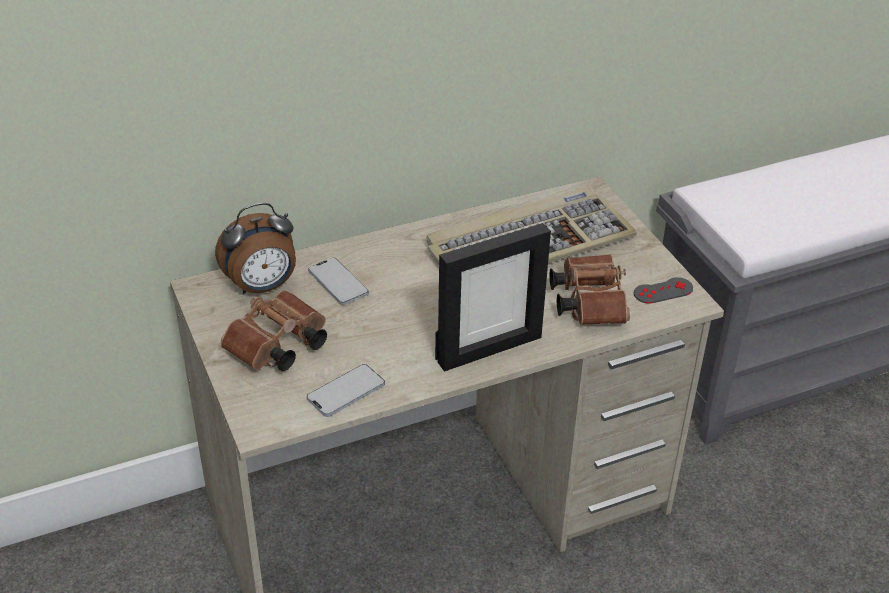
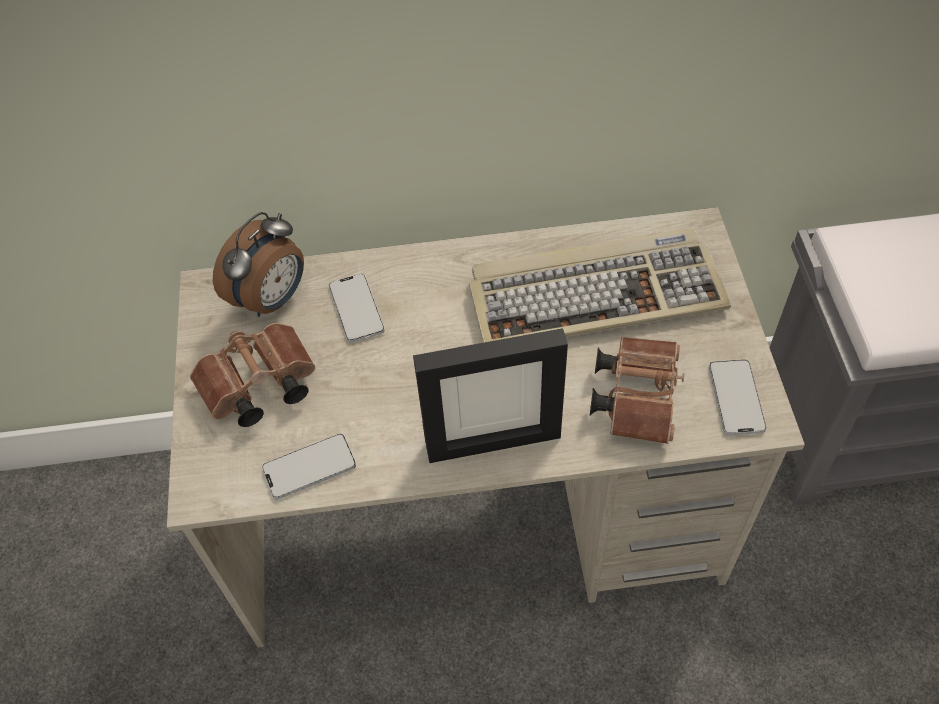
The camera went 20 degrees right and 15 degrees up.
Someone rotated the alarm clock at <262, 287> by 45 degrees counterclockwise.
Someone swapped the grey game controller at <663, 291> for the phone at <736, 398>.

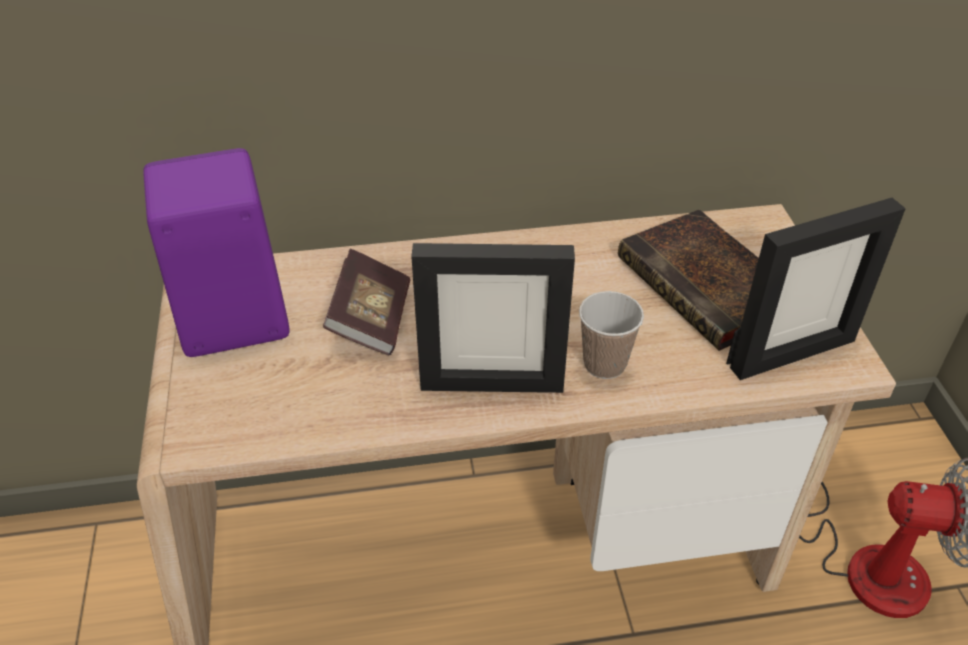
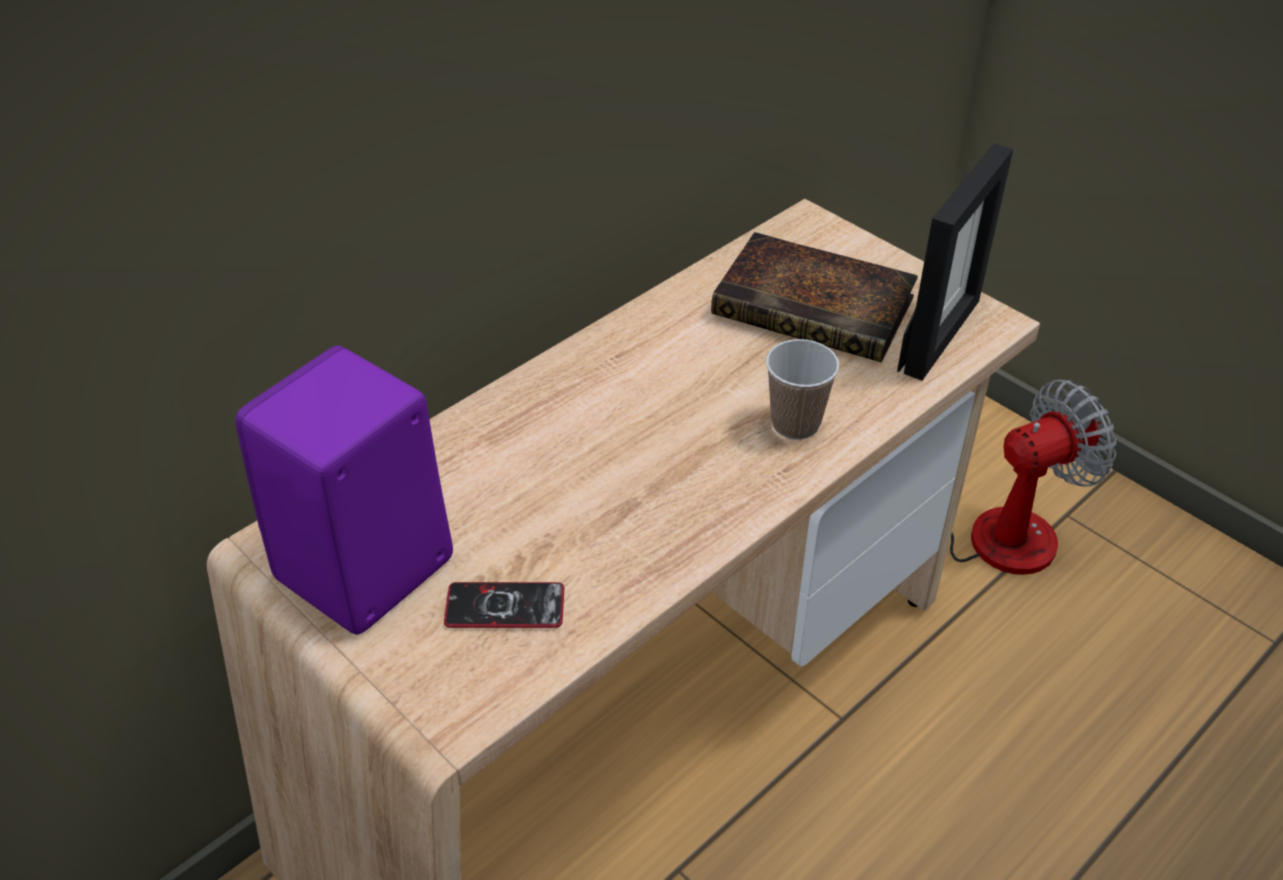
The camera went 35 degrees left and 0 degrees up.
Someone took away the bound book at <371, 319>.
Someone took away the photo frame at <492, 382>.
Someone put down the phone at <505, 607>.

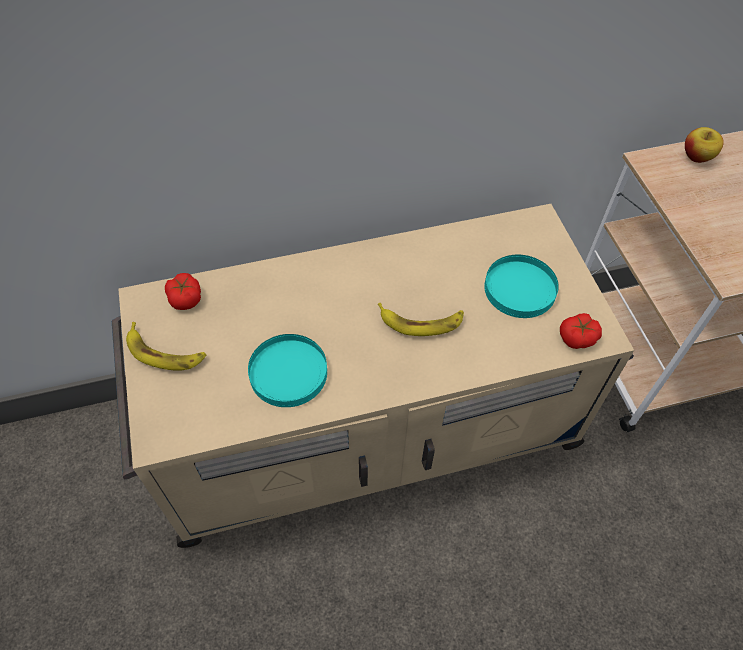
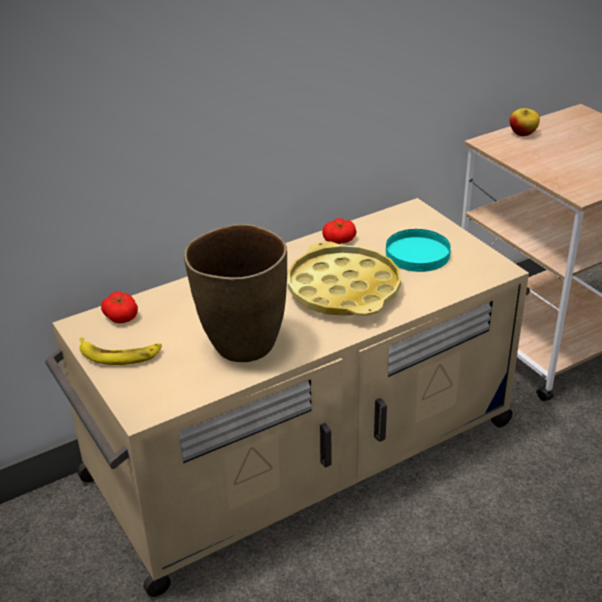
The camera went 15 degrees left and 20 degrees down.
Someone swapped the turquoise flat dish at <288, 373> for the brownish flower vase at <242, 345>.
Someone swapped the banana fruit at <421, 321> for the yellow carrying tray at <343, 290>.
Someone carried the fresh tomato from <577, 337> to <339, 240>.

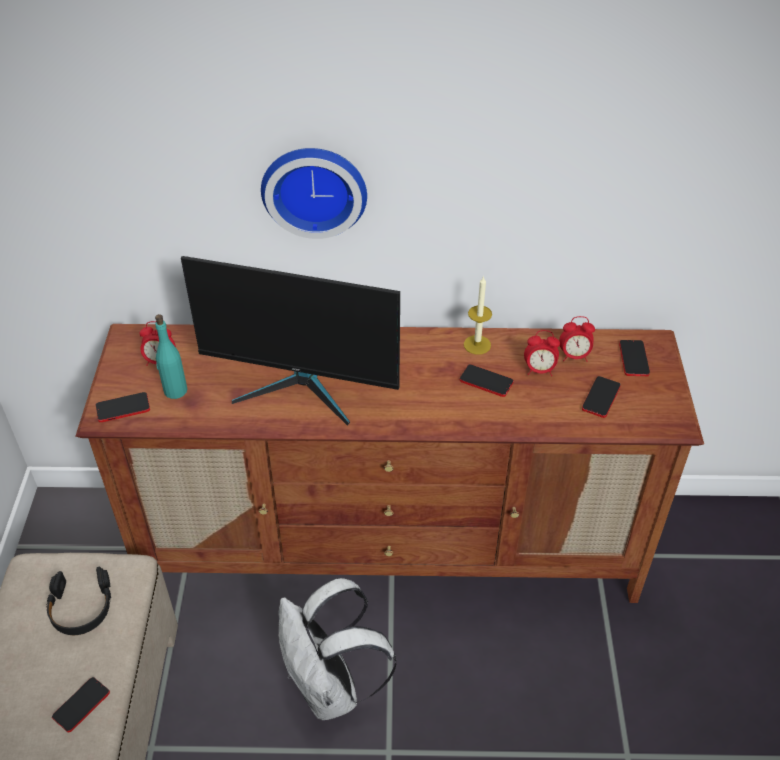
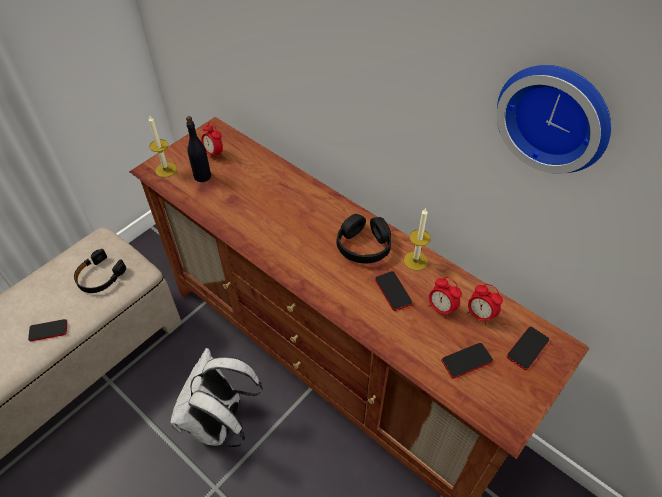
The camera went 40 degrees right and 5 degrees up.
Someone swapped the phone at <123, 408> for the wax light at <166, 170>.
Someone repainted the turquoise bottle at <175, 390>, which became the blackish bottle at <202, 176>.
Someone took away the monitor at <301, 387>.
Someone carried the wall clock from <314, 188> to <555, 116>.
Someone put down the blackish pair of headphones at <364, 245>.

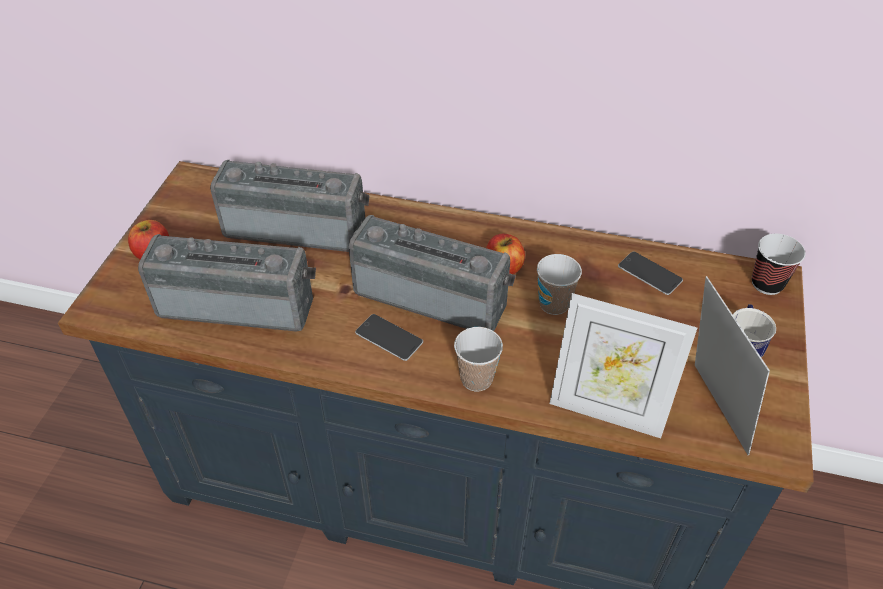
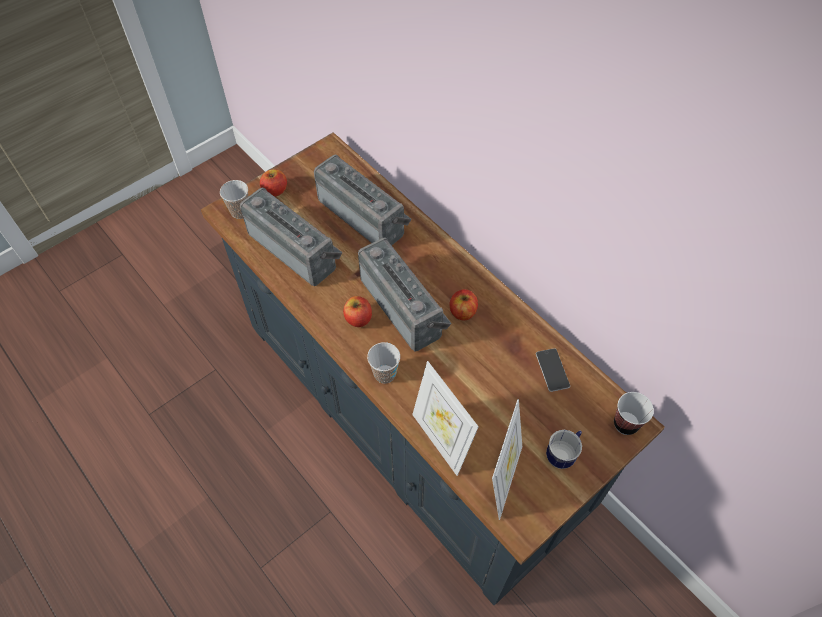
The camera went 35 degrees right and 10 degrees up.
Someone swapped the phone at <389, 337> for the apple at <358, 318>.
Someone carried the cup from <554, 304> to <240, 211>.

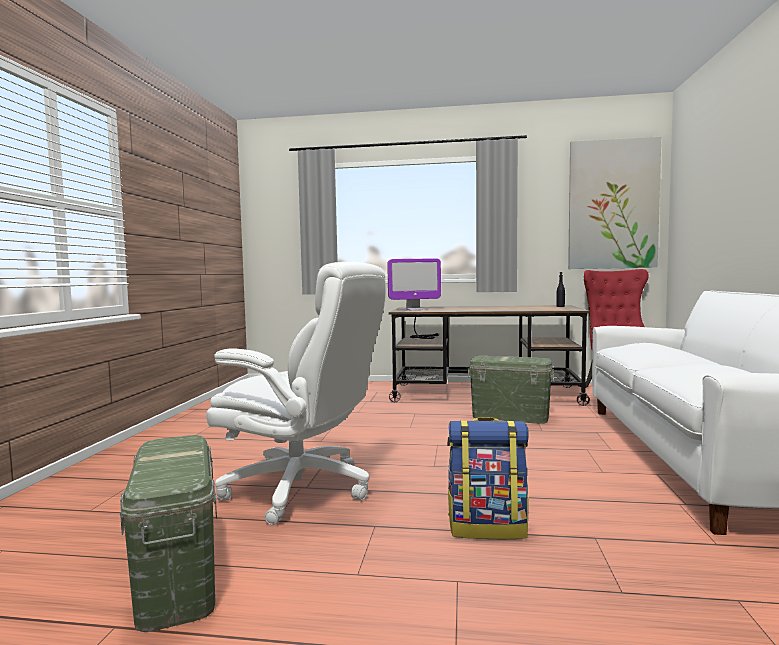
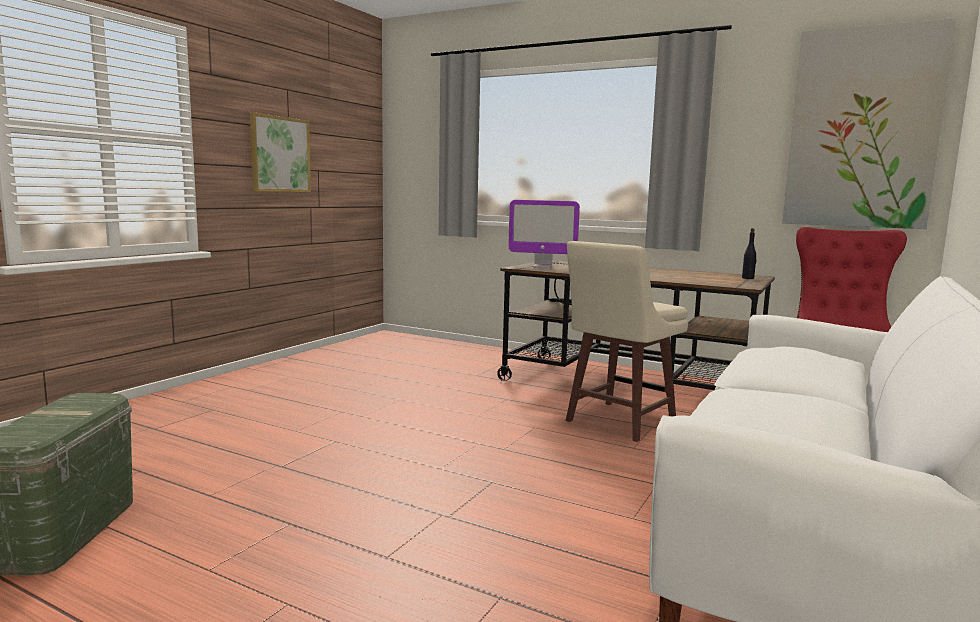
The camera went 20 degrees right and 5 degrees up.
Someone took away the whitish office chair at <304, 492>.
Someone took away the rucksack at <487, 527>.
Someone swapped the green storage container at <510, 416> for the sand-coloured stool seat at <618, 422>.
Someone put up the picture at <280, 154>.

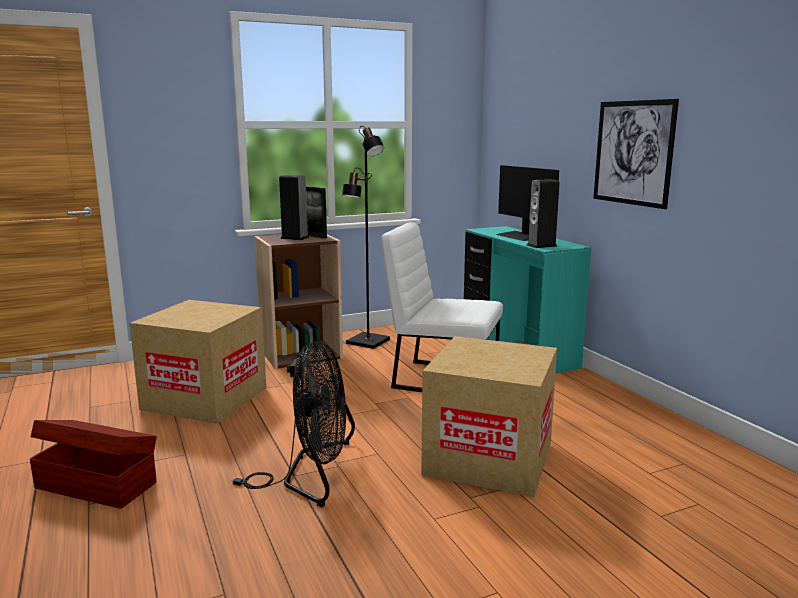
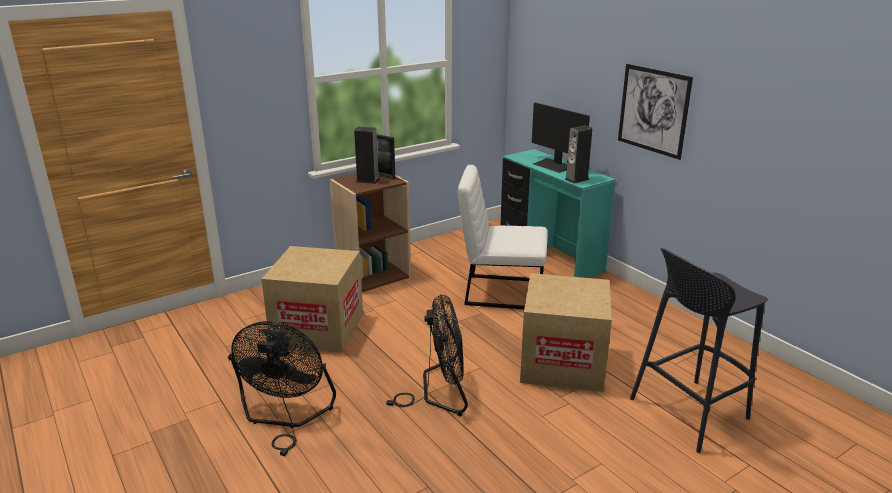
The camera went 10 degrees left and 10 degrees up.
Someone swapped the brownish storage container at <96, 484> for the blackish fan at <282, 416>.
Someone took away the blackish standing lamp at <368, 341>.
Someone put down the grey stool seat at <690, 413>.

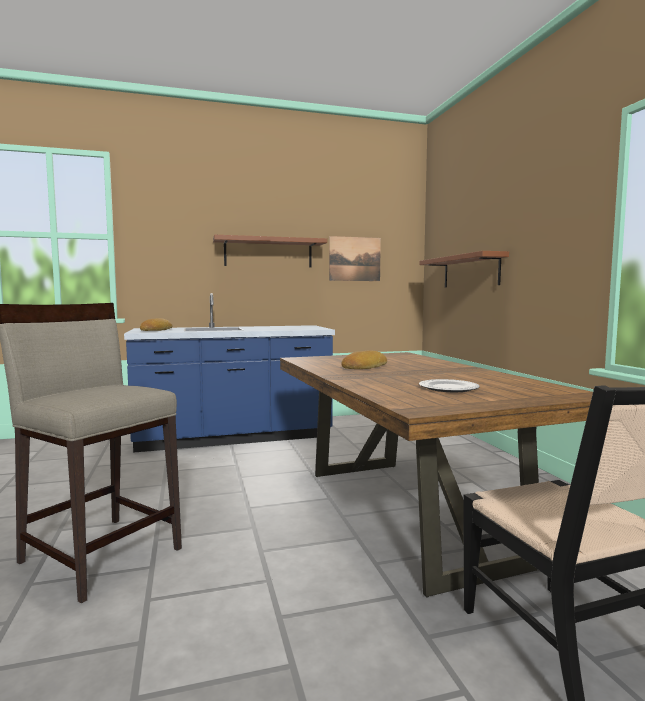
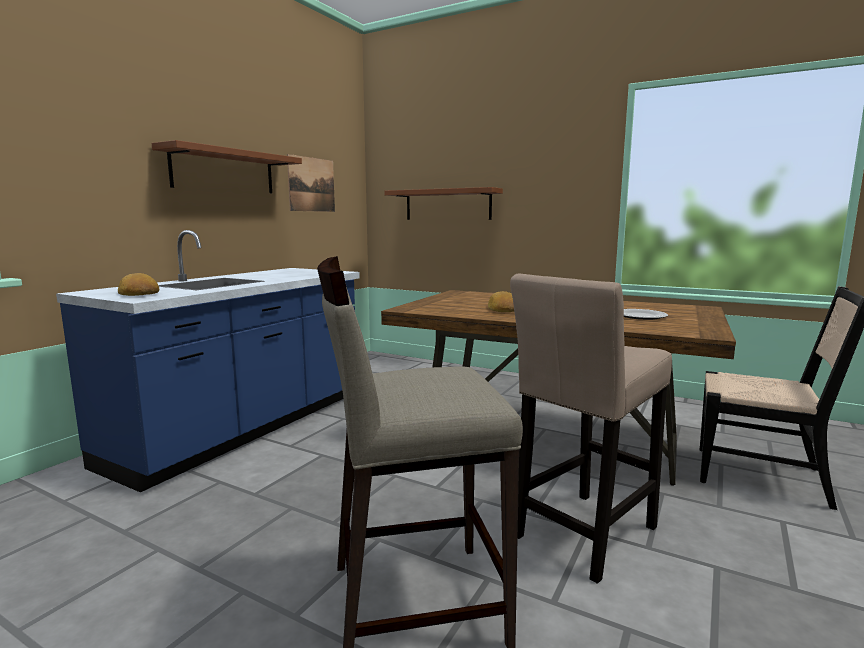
The camera went 45 degrees left and 5 degrees up.
Someone put down the sand-coloured stool seat at <581, 536>.

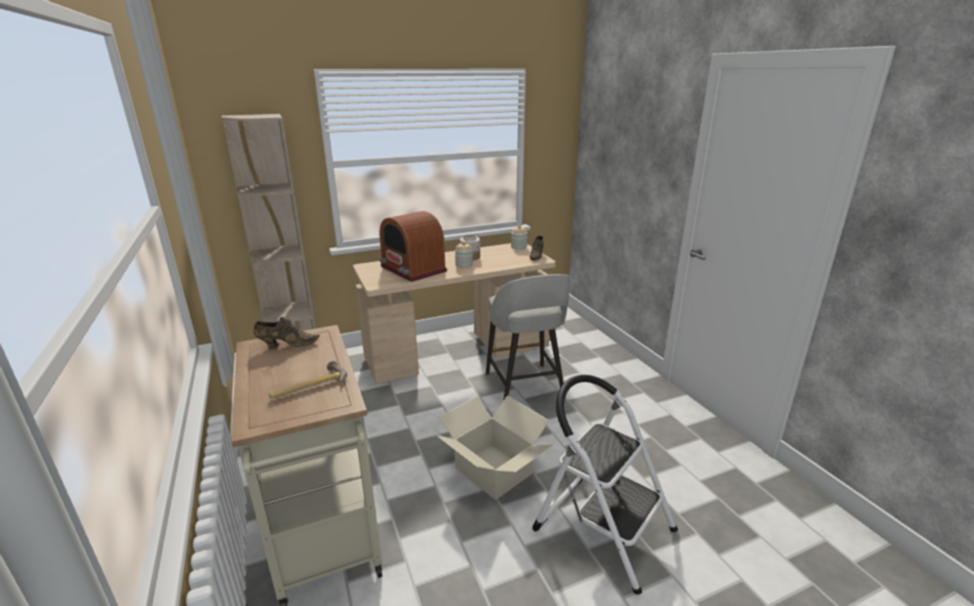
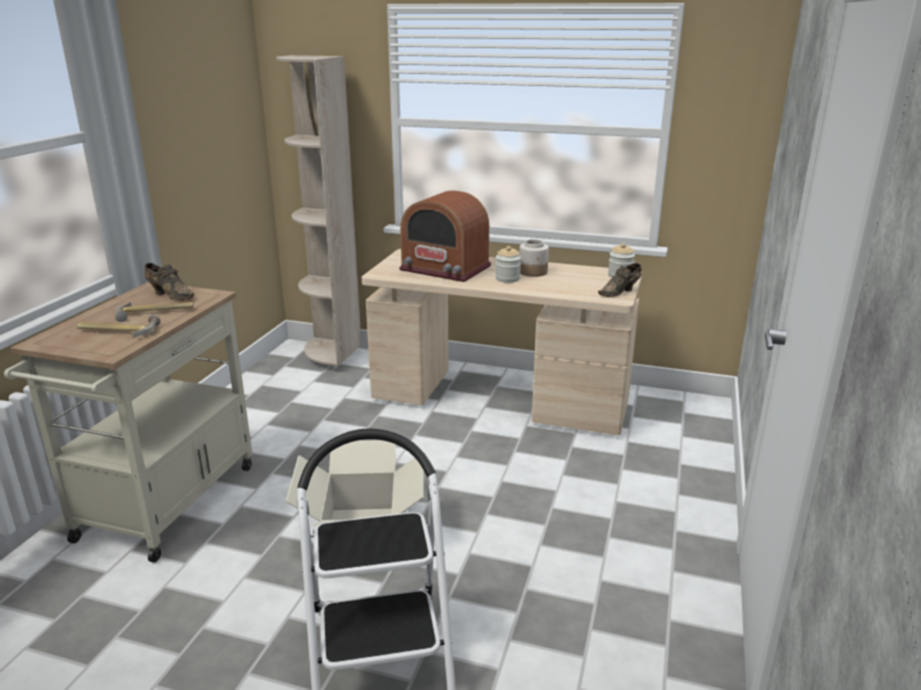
The camera went 40 degrees right and 0 degrees up.
Someone rotated the radio at <413, 269> by 60 degrees counterclockwise.
Someone took away the grey stool seat at <525, 387>.
Someone put down the tool hammer at <155, 313>.

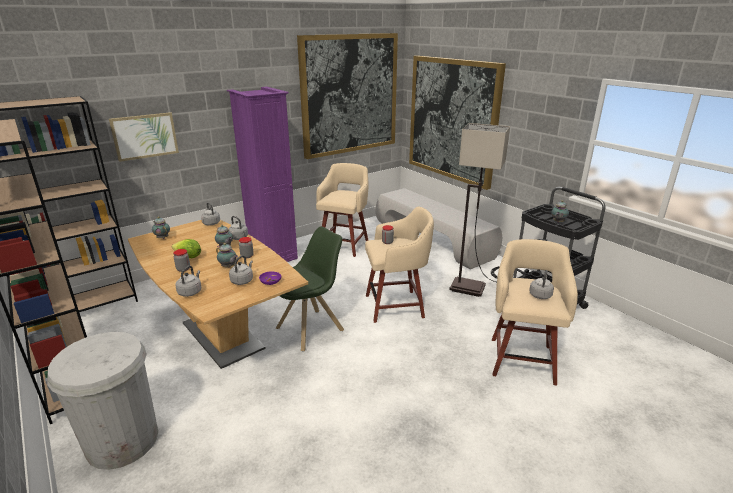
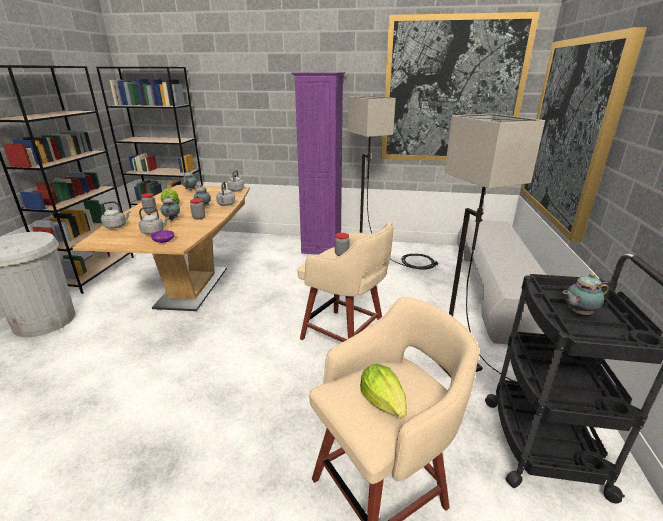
The camera went 45 degrees right and 0 degrees up.
Someone took away the picture at <145, 136>.
Someone took away the green chair at <310, 329>.
Someone swapped the sand-coloured stool seat at <344, 244> for the standing lamp at <393, 260>.
Someone swapped the grey kettle at <540, 295> for the head of lettuce at <383, 402>.

